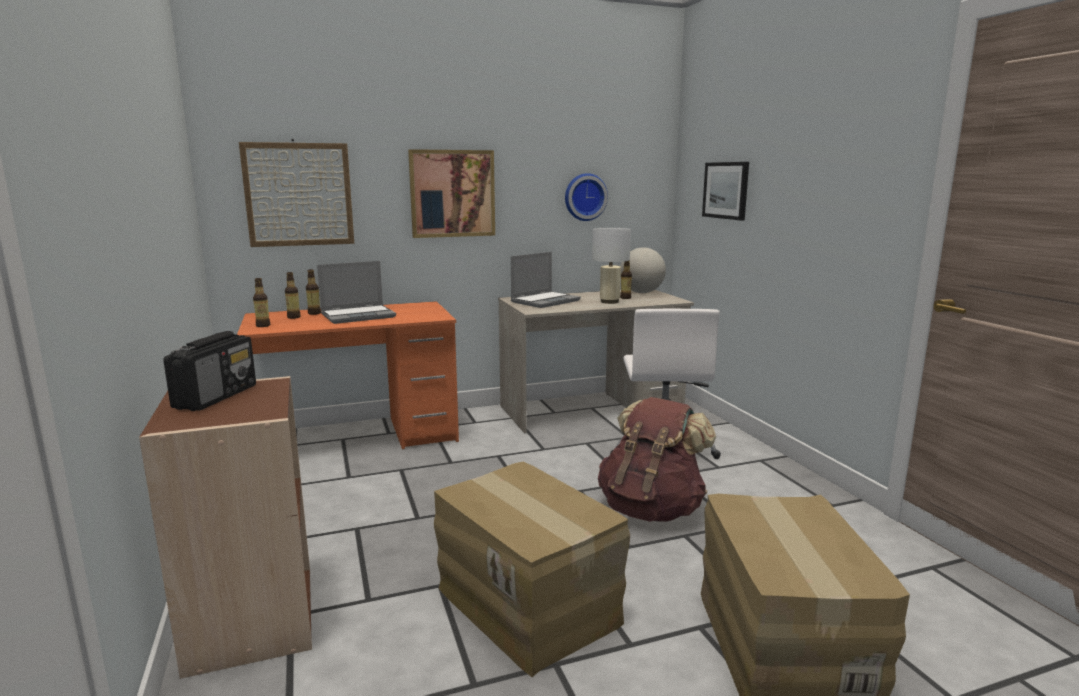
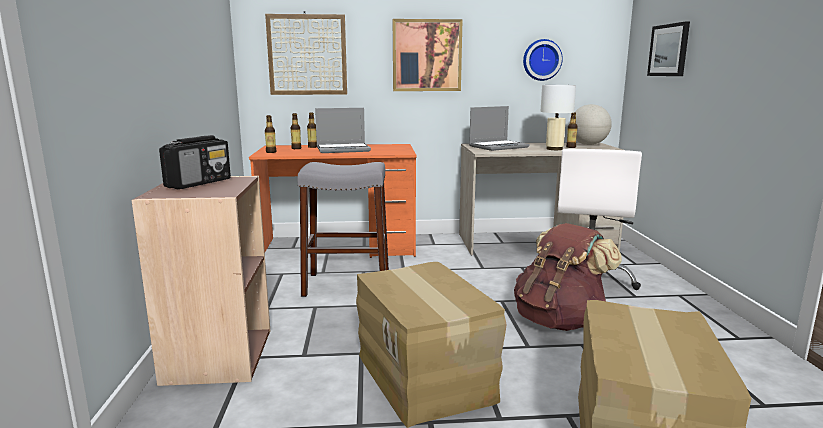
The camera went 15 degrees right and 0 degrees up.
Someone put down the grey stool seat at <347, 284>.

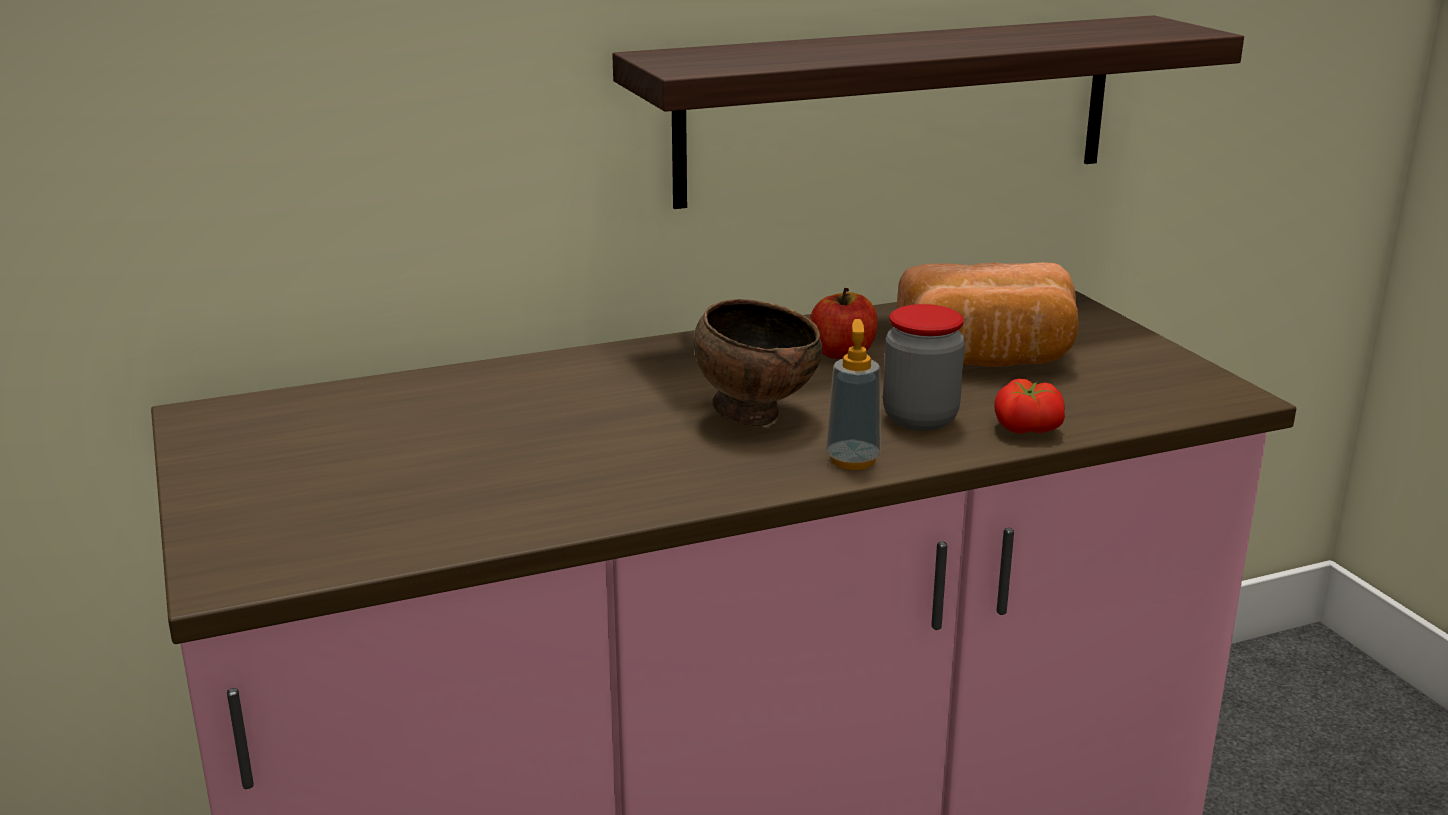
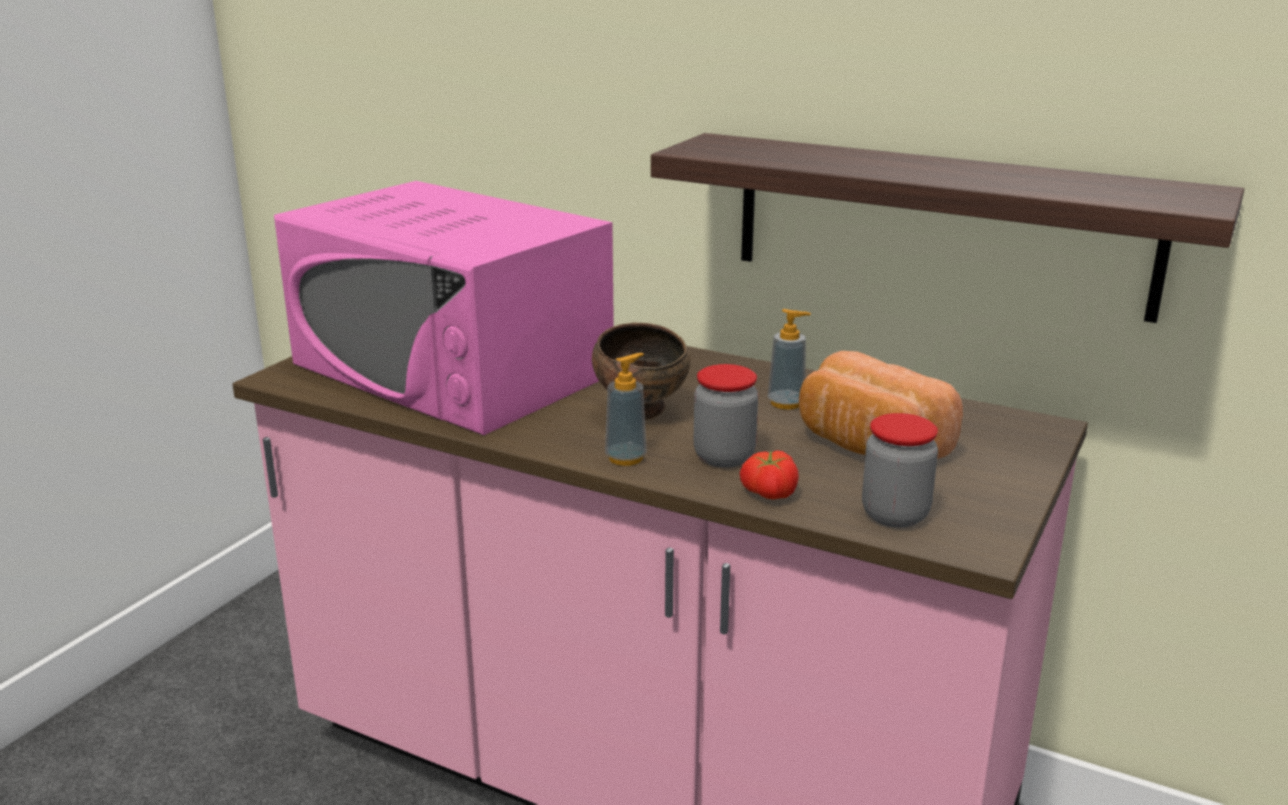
The camera went 50 degrees right and 0 degrees up.
Someone swapped the apple at <842, 353> for the soap bottle at <786, 403>.
Someone put down the pinkish microwave at <452, 369>.
Someone put down the storage jar at <895, 515>.

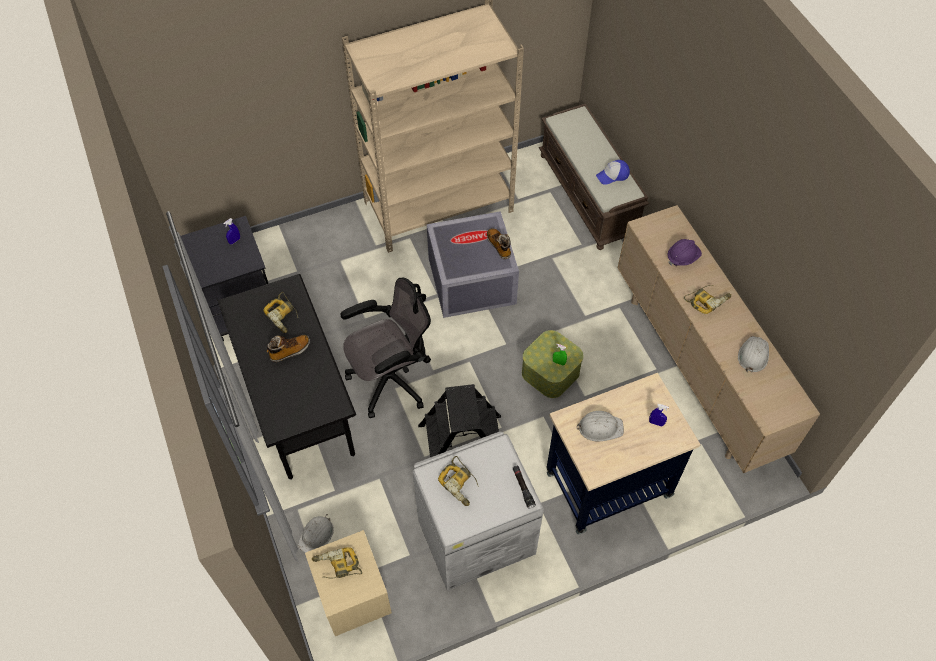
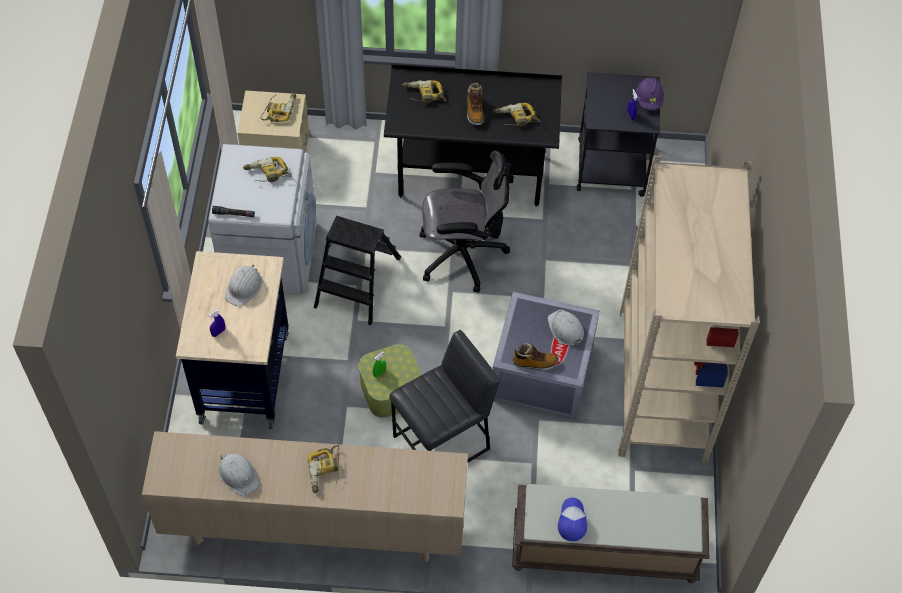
The camera went 115 degrees right and 0 degrees up.
Someone carried the whitish hard hat from <316, 535> to <565, 329>.
Someone rotated the office chair at <391, 379> by 90 degrees counterclockwise.
Someone carried the purple-coloured hard hat from <682, 257> to <649, 100>.
Someone put down the grey stool seat at <443, 442>.
Someone put down the power drill at <424, 95>.

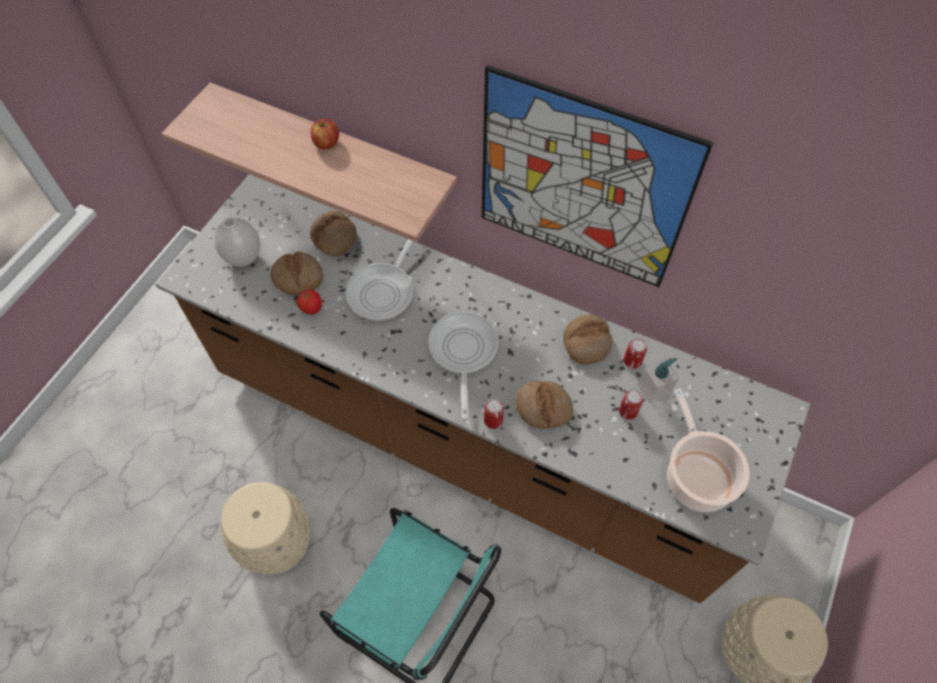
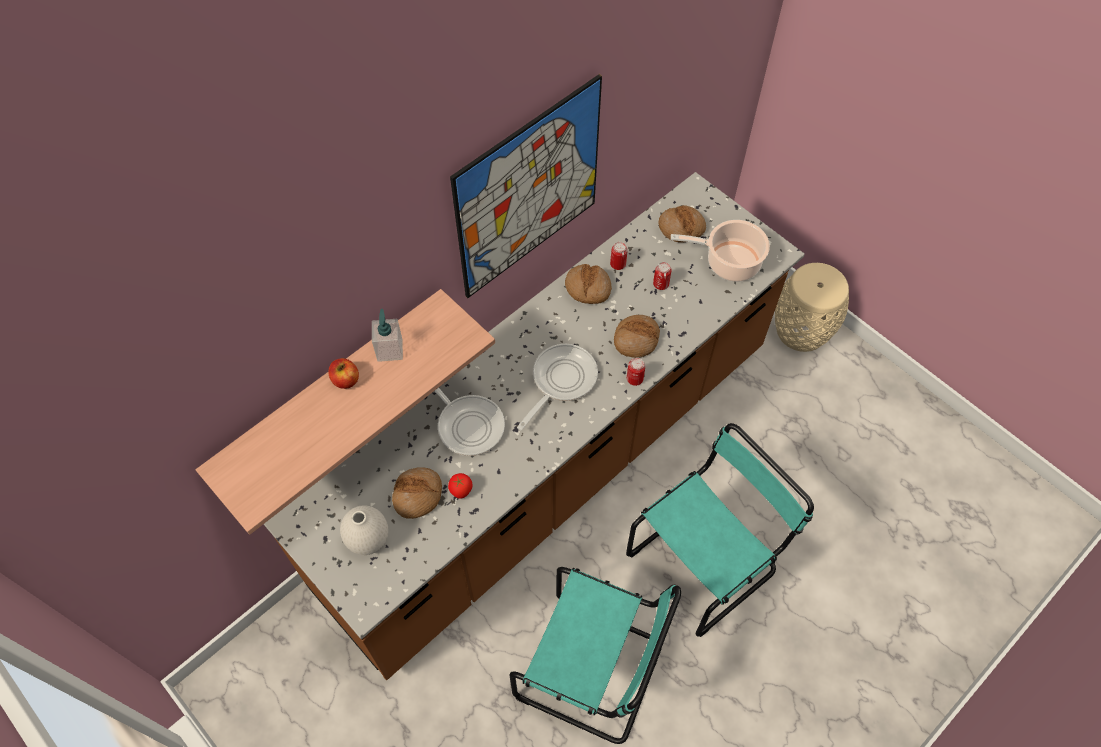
The camera went 70 degrees left and 0 degrees up.
Someone swapped the sand-coloured stool seat at <277, 544> for the turquoise chair at <595, 671>.
Someone carried the bread from <334, 237> to <681, 228>.
Someone rotated the frying pan at <463, 353> by 105 degrees clockwise.
Someone carried the soap bottle from <654, 389> to <390, 350>.

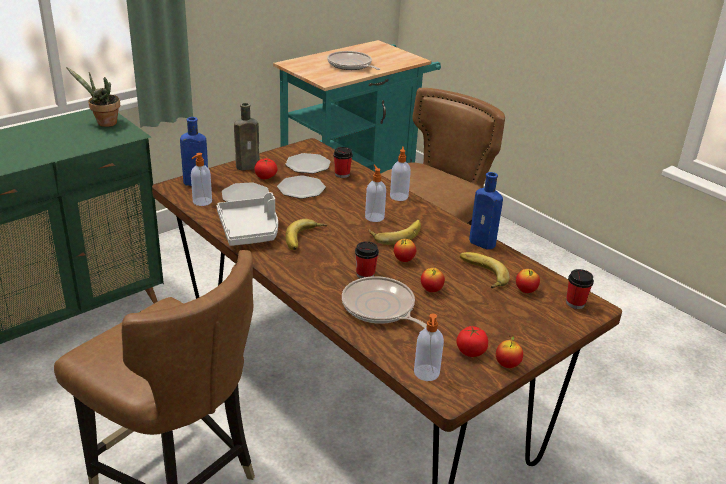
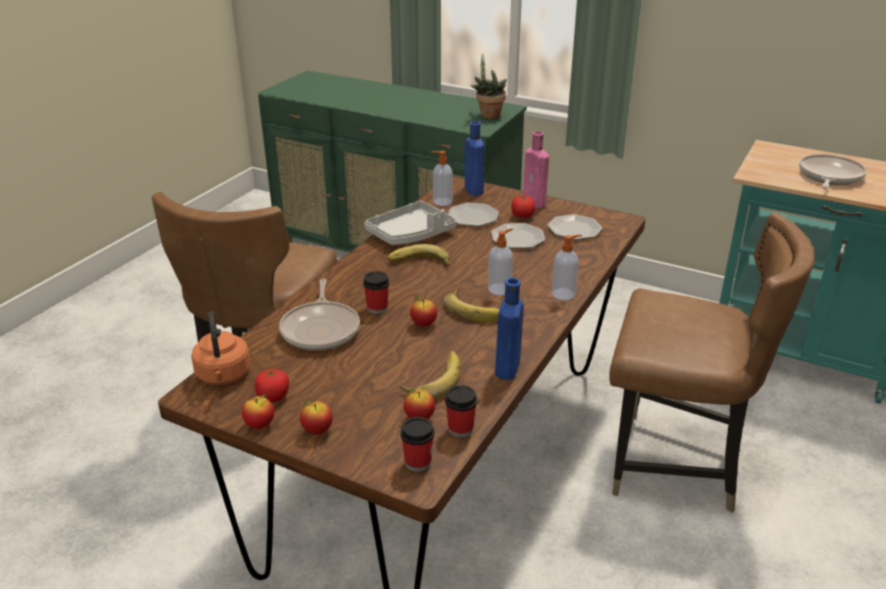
The camera went 70 degrees right and 0 degrees up.
Someone repainted the brownish bottle at <249, 166>, which became the pinkish bottle at <535, 203>.
Someone carried the cup from <342, 174> to <460, 429>.
Someone rotated the frying pan at <380, 308> by 150 degrees clockwise.
Someone swapped the soap bottle at <426, 373> for the orange kettle at <223, 376>.
Someone carried the apple from <431, 290> to <317, 430>.

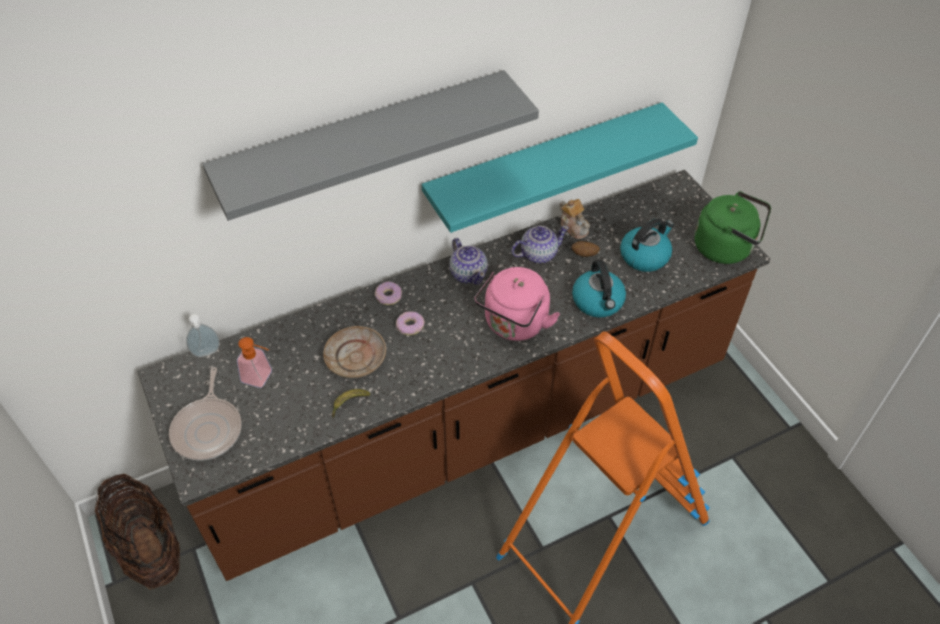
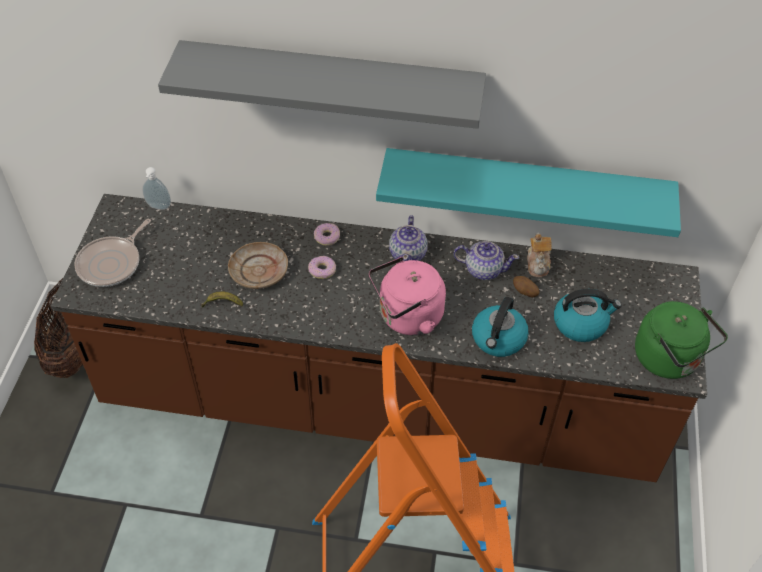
The camera went 35 degrees right and 0 degrees up.
Someone took away the soap bottle at <261, 378>.

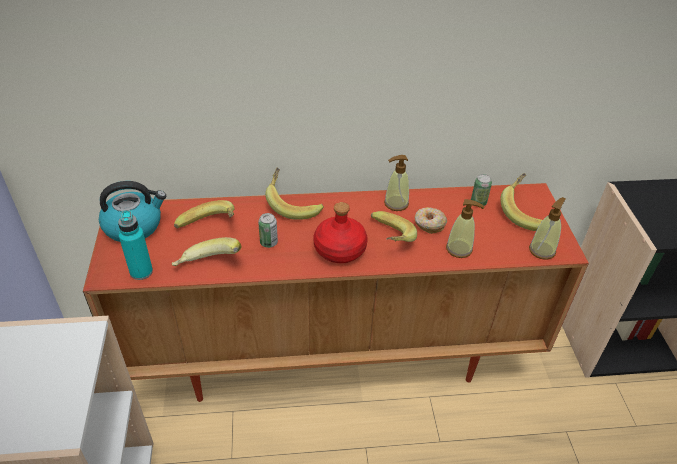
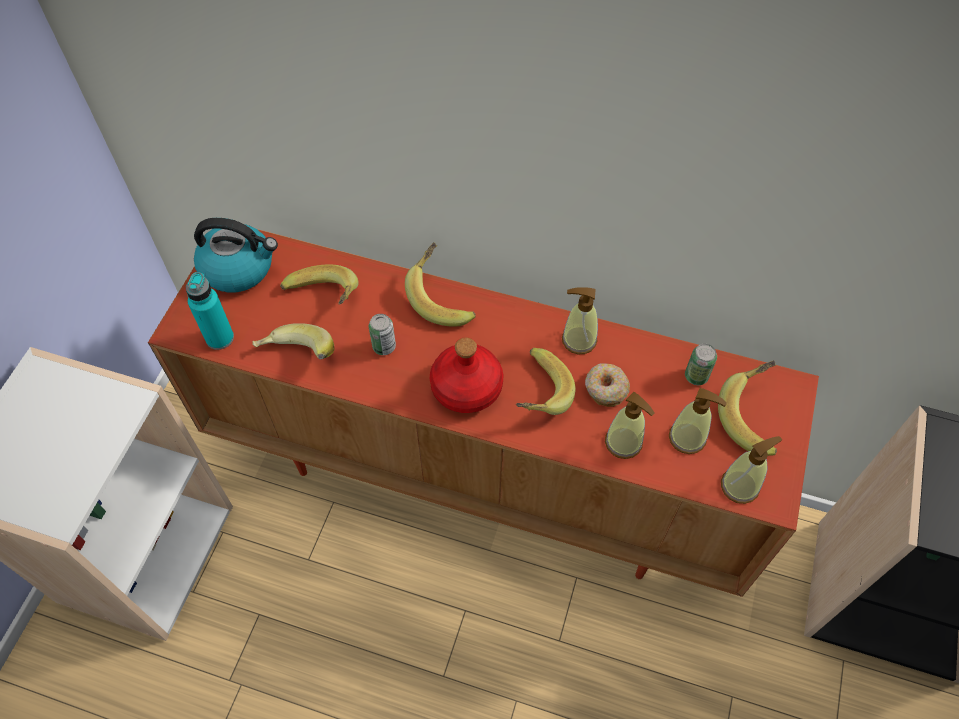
The camera went 25 degrees right and 15 degrees up.
Someone put down the soap bottle at <687, 438>.

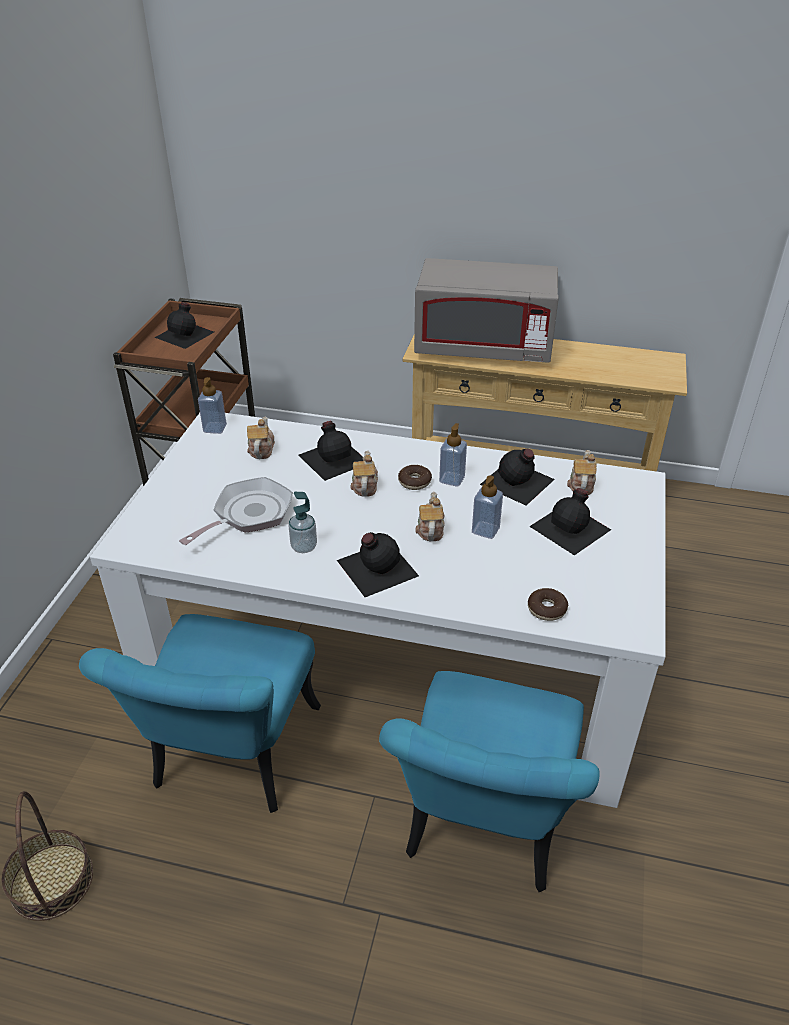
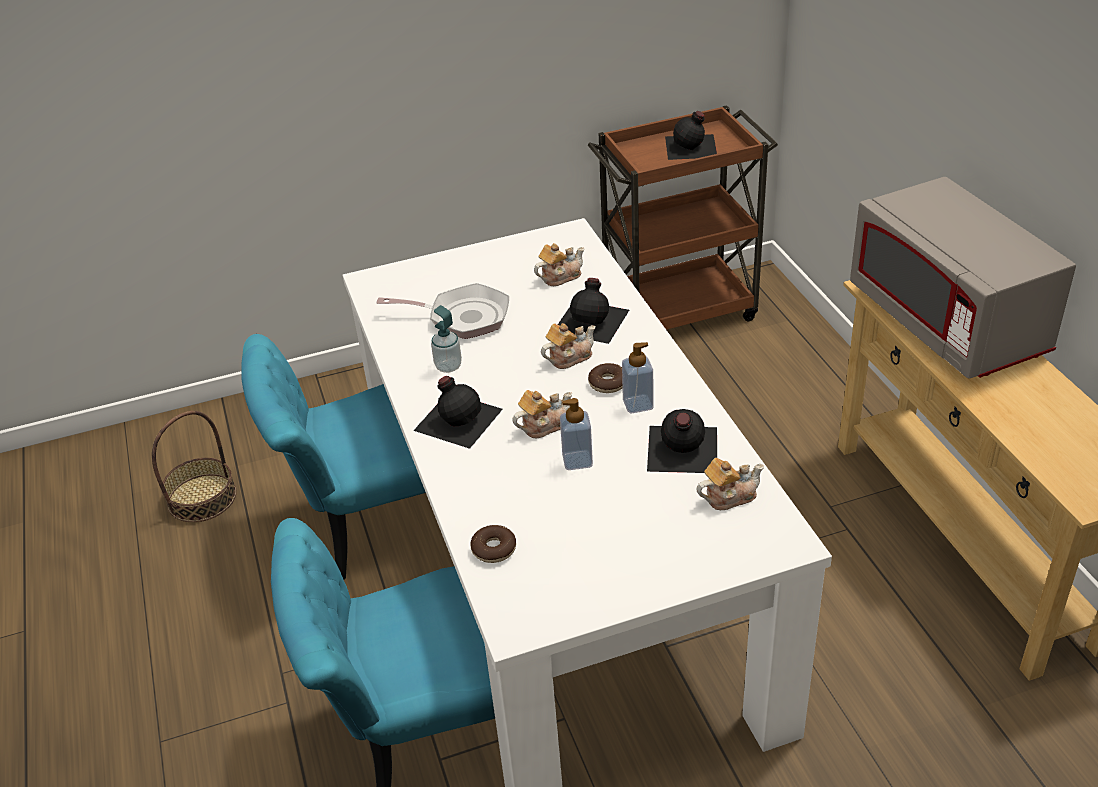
The camera went 60 degrees right and 0 degrees up.
Someone took away the soap bottle at <215, 428>.
Someone took away the blackish bottle at <571, 528>.

